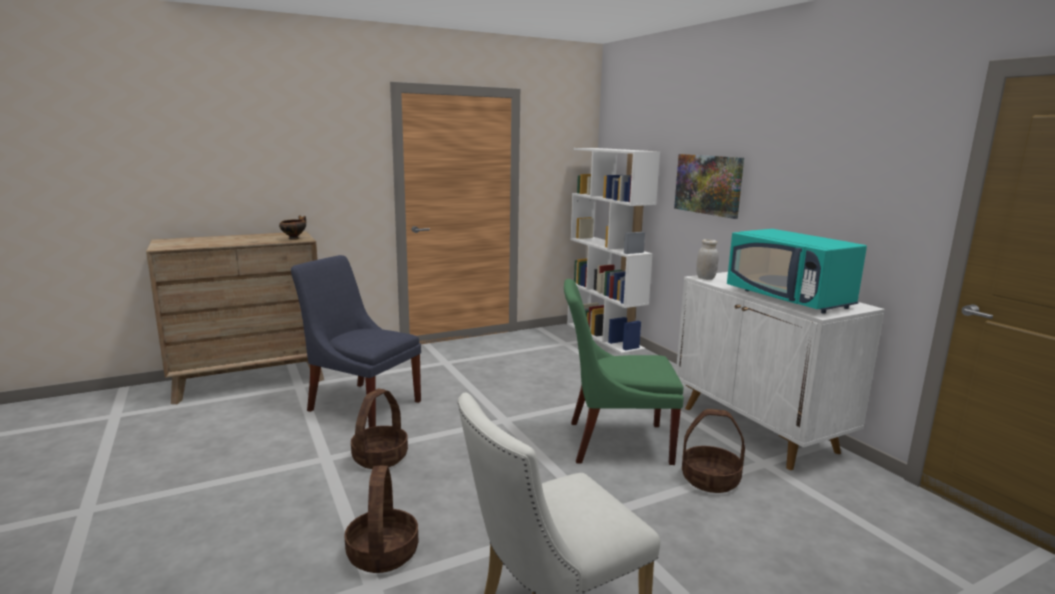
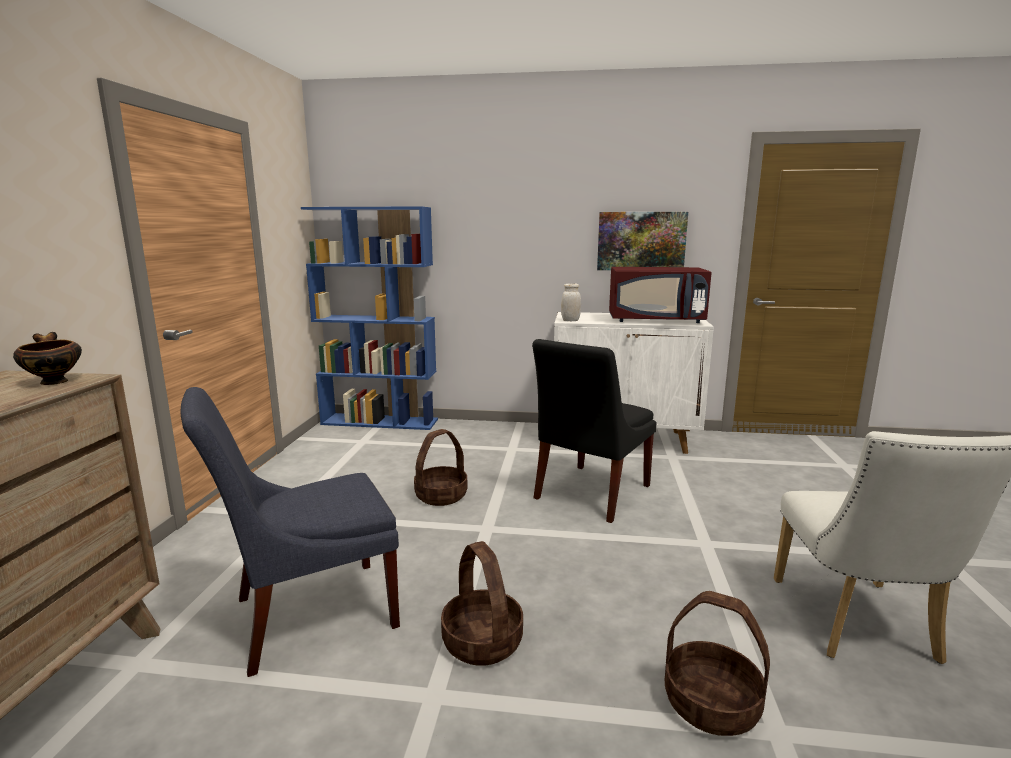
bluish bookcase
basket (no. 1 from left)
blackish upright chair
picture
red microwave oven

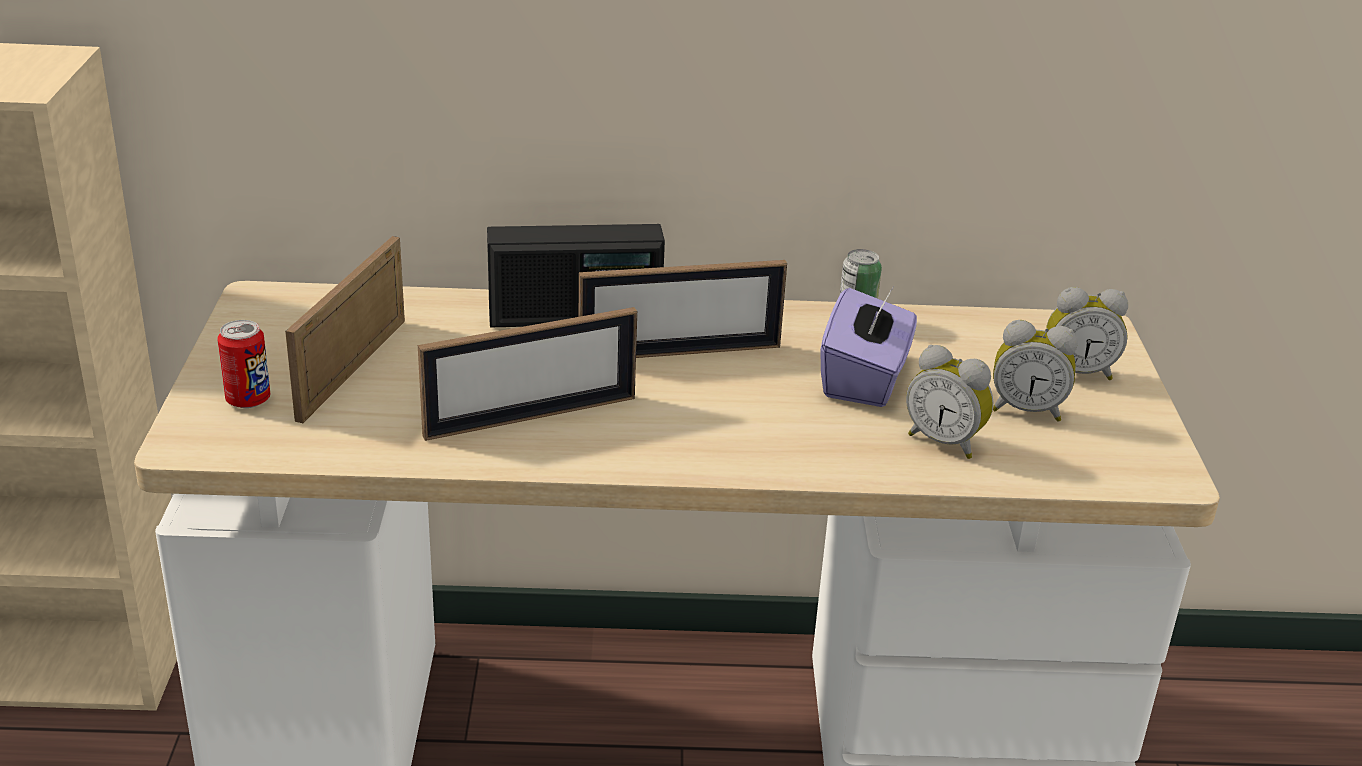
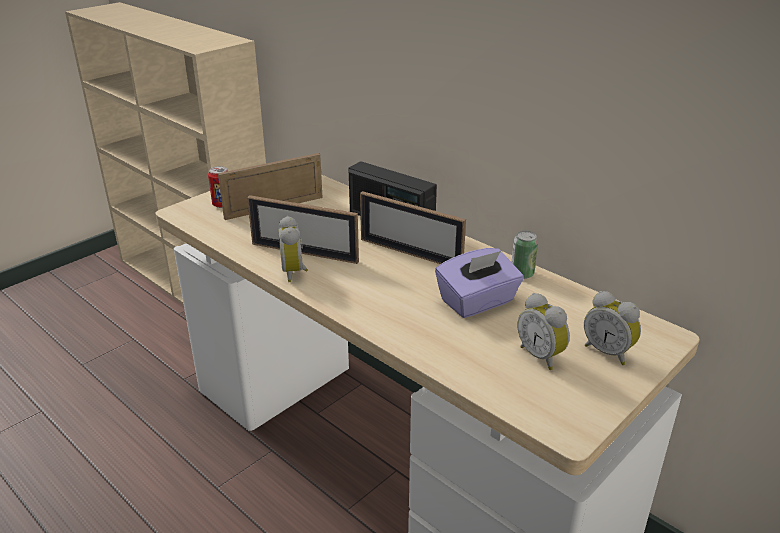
table clock (no. 1 from left)

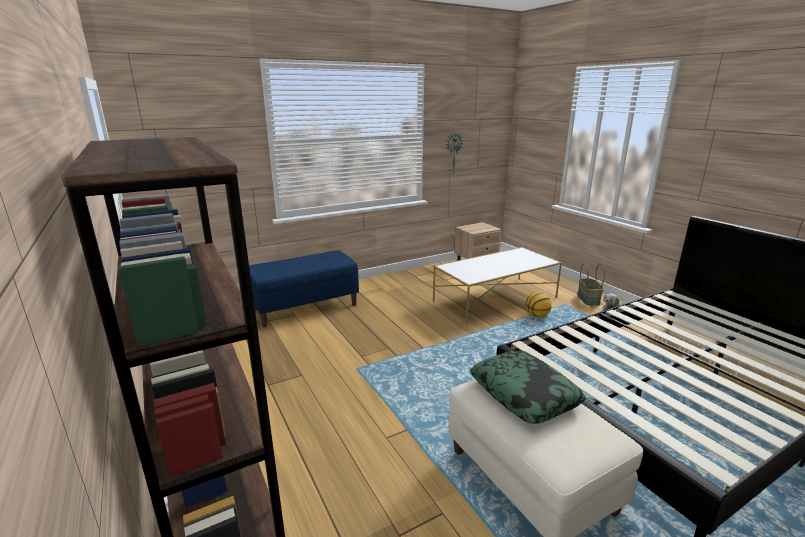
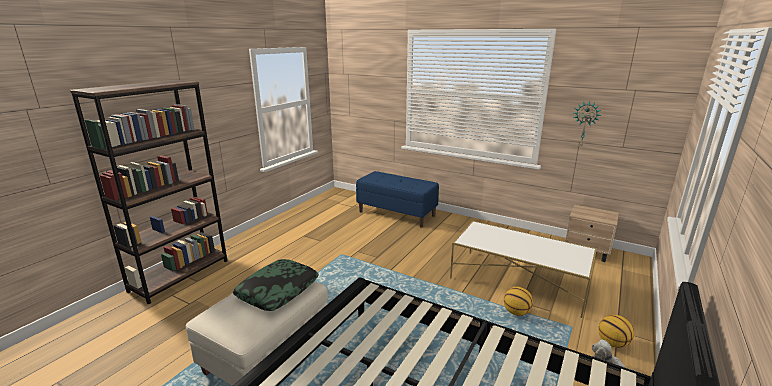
basketball ball (no. 2 from left)

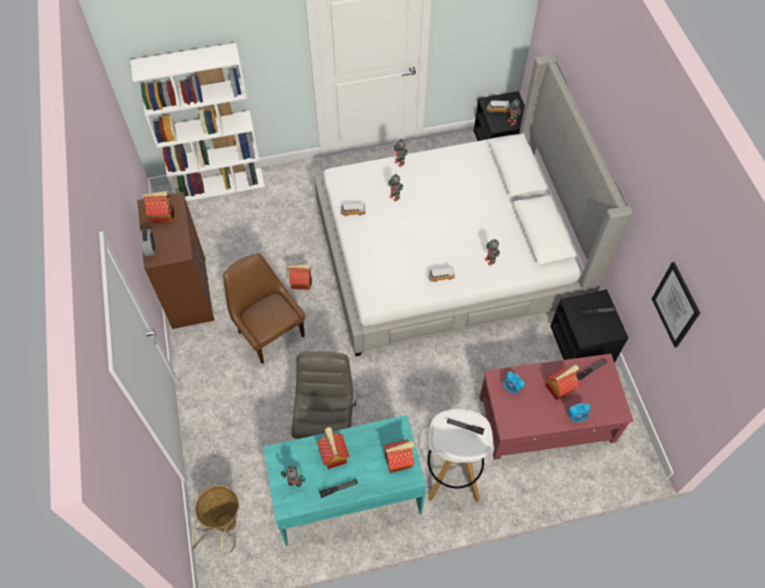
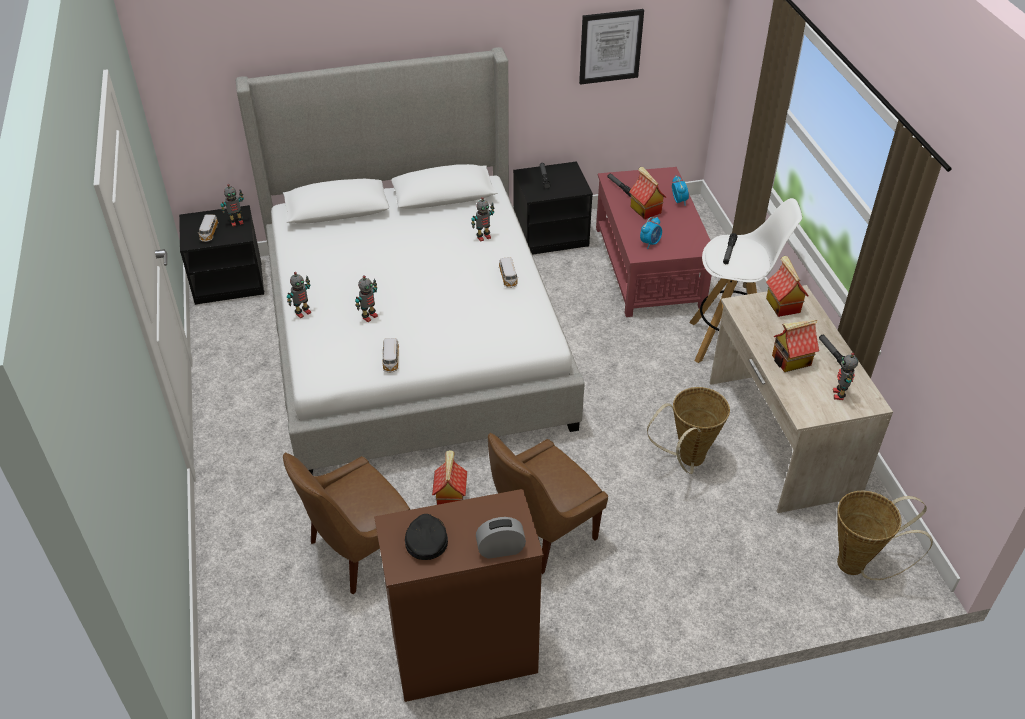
brown upright chair (no. 1 from left)
blackish peaked cap
basket (no. 1 from left)
beige desk table
whitish bookcase

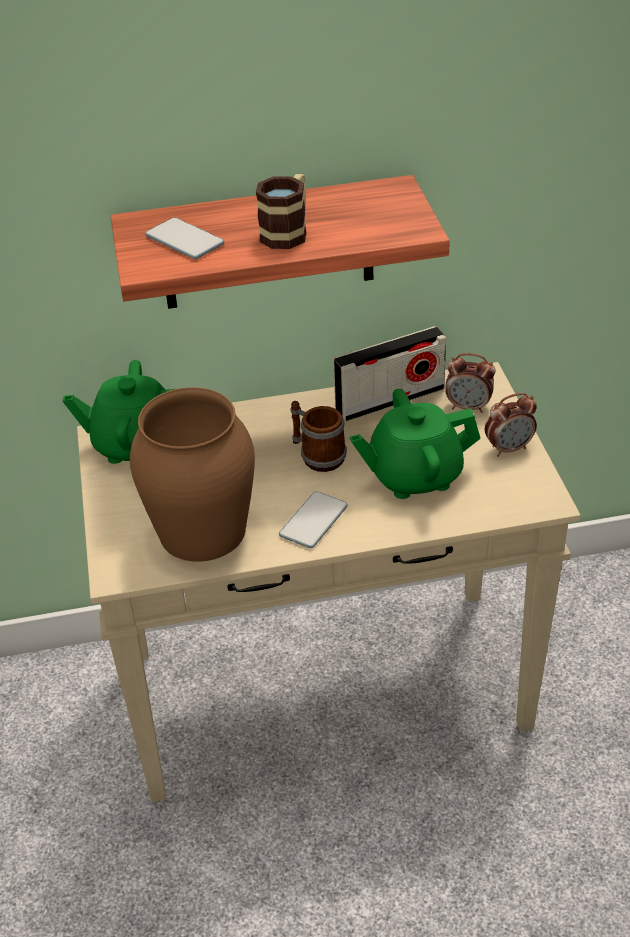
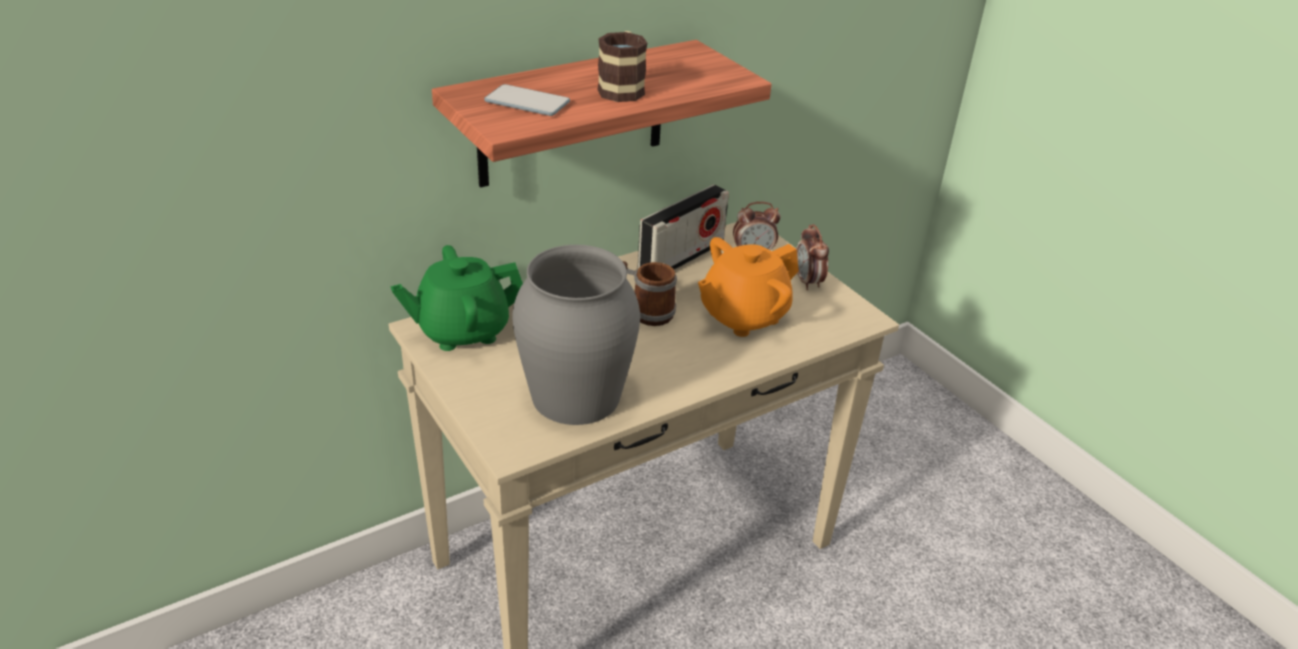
gray flower vase
orangey teapot
table clock (no. 2 from left)
phone (no. 2 from left in the first image)

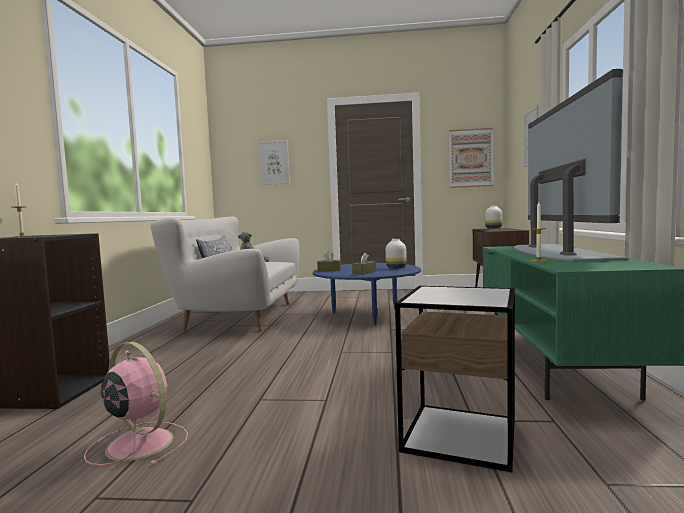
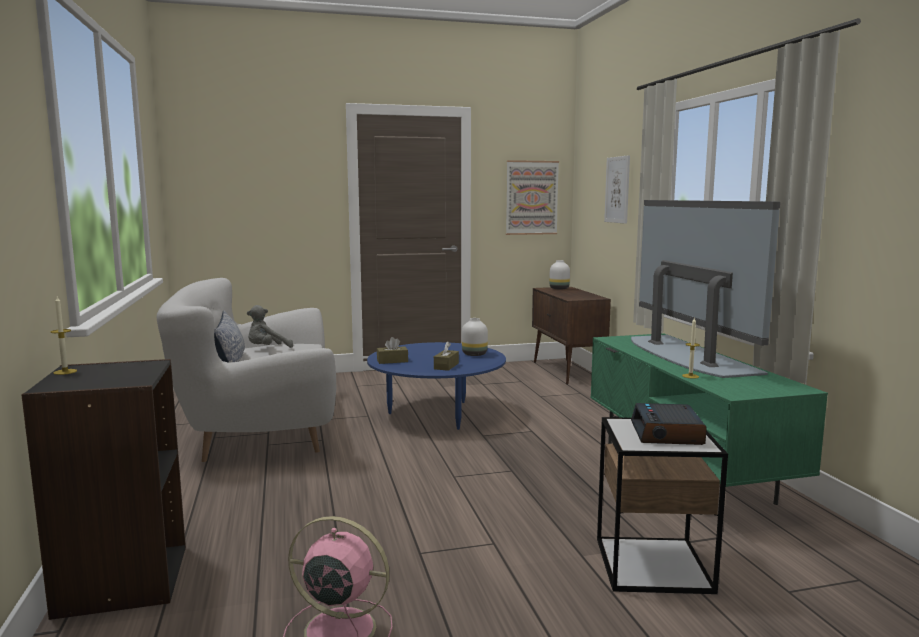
table clock
picture (no. 1 from left in the first image)

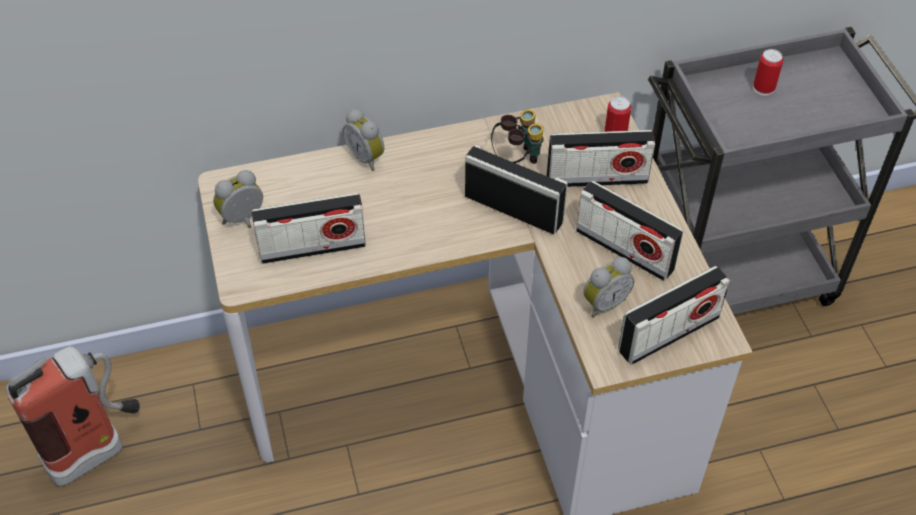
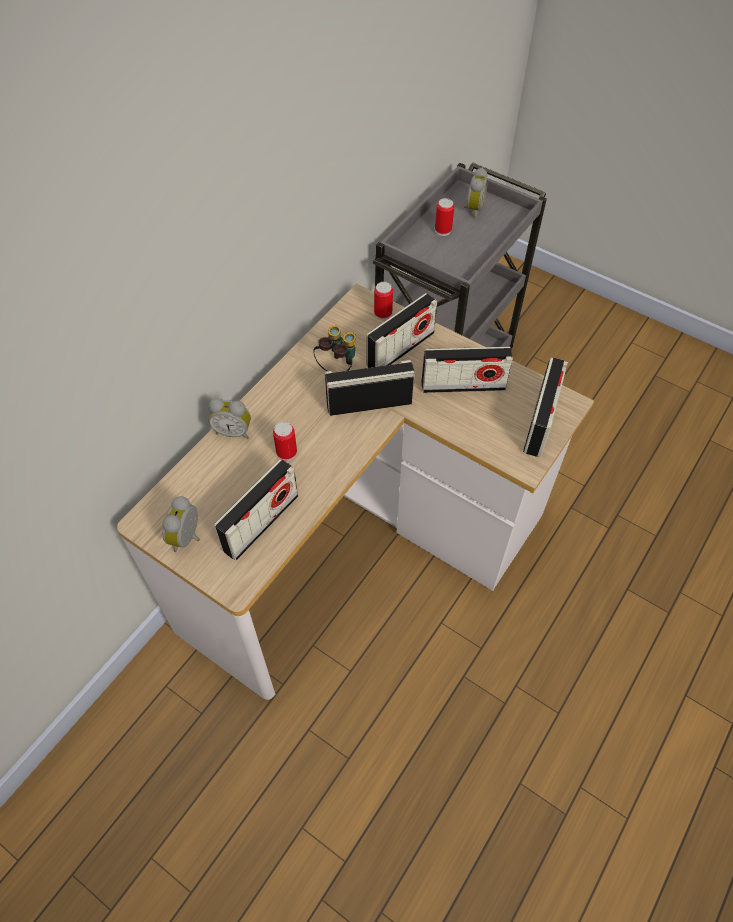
sealed can (no. 1 from left)
table clock (no. 3 from left)
fire-fighting cylinder

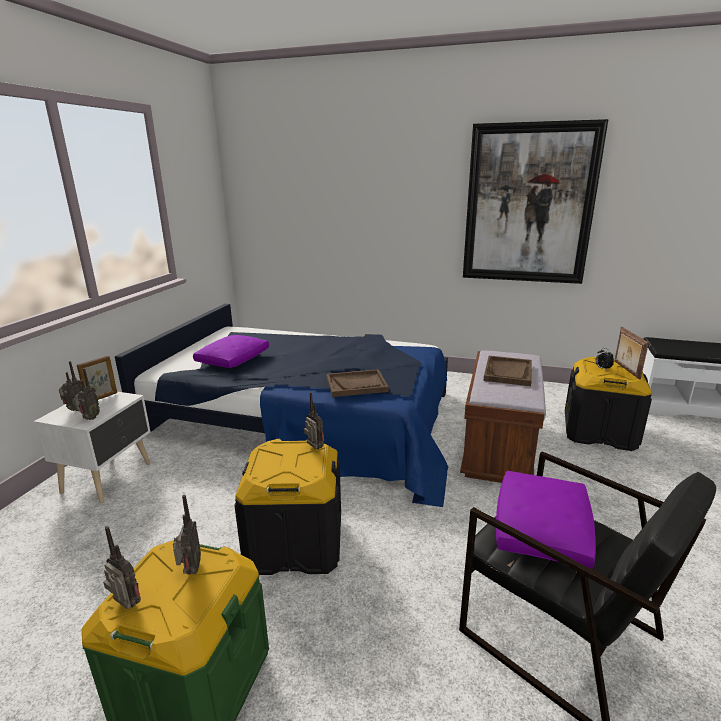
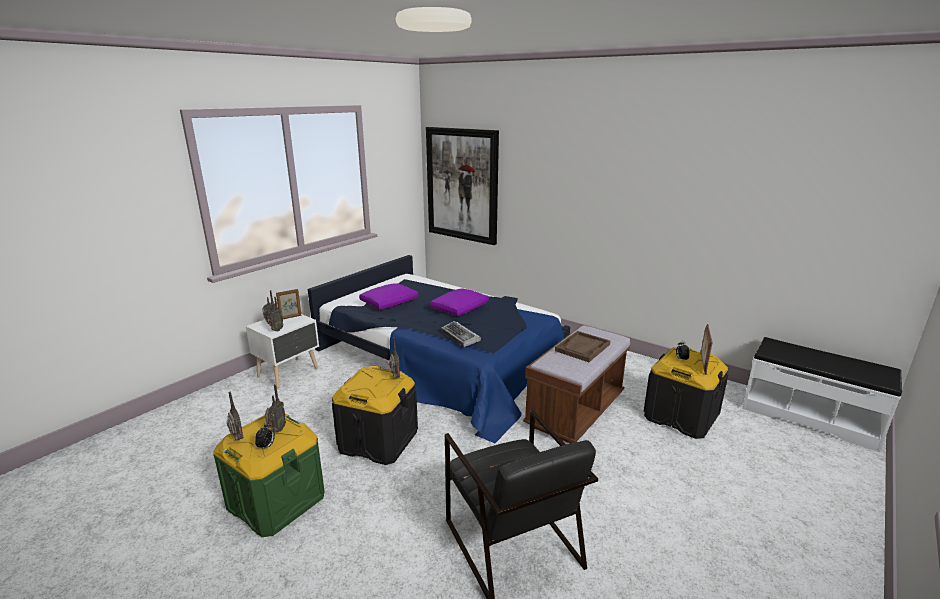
table clock (no. 1 from left)
picture
purple cushion (no. 2 from left)
computer keyboard

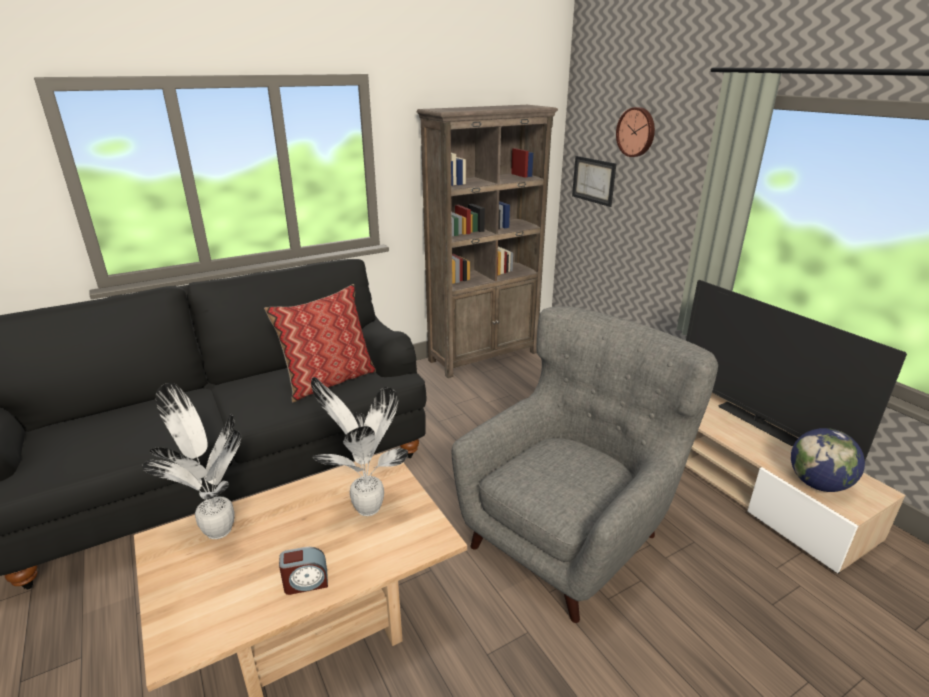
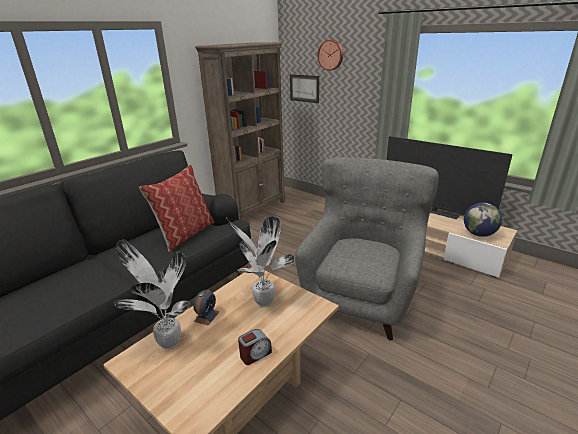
table clock (no. 1 from left)

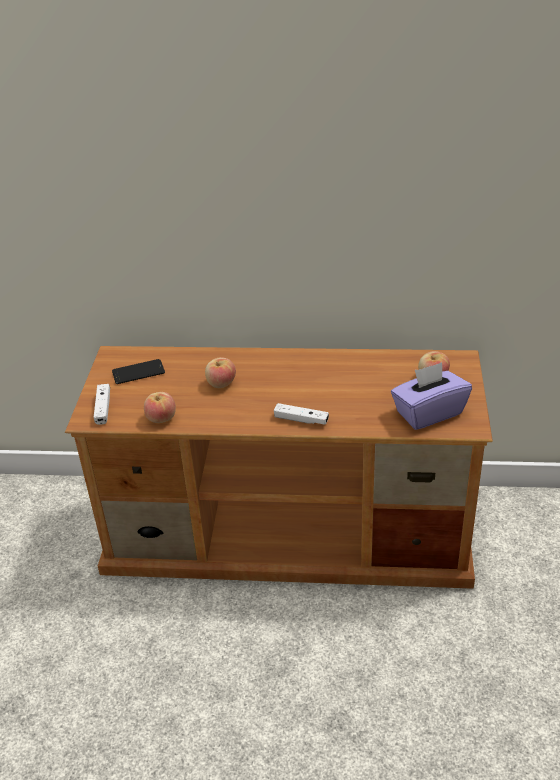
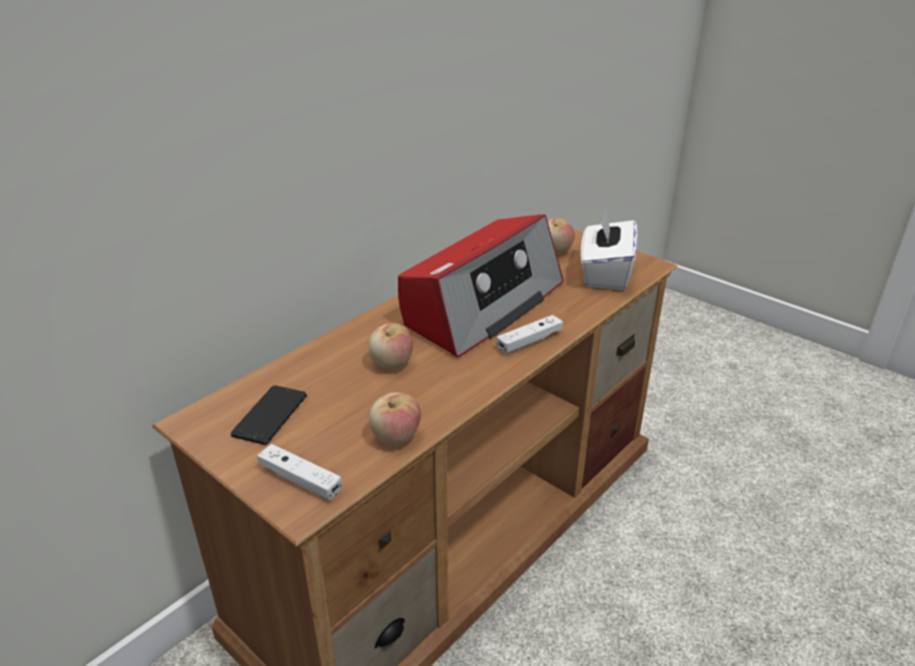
radio set
whitish tissue holder

